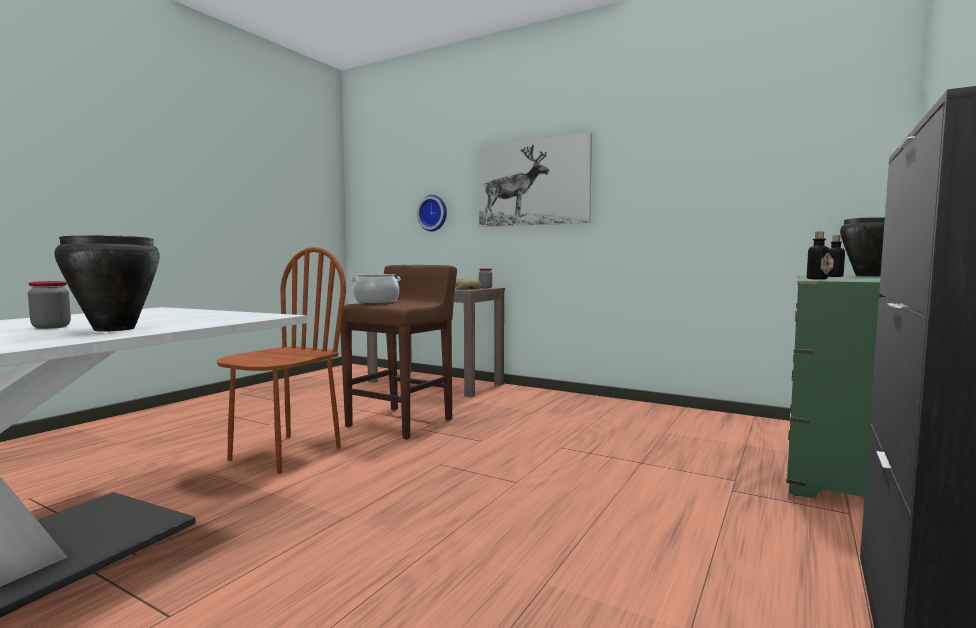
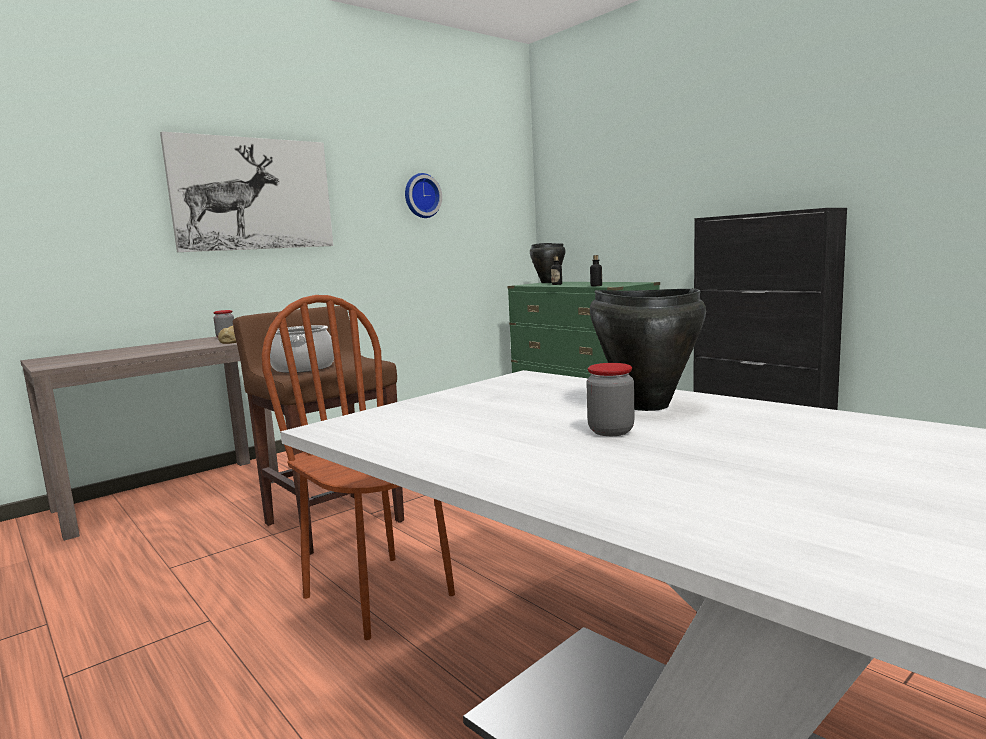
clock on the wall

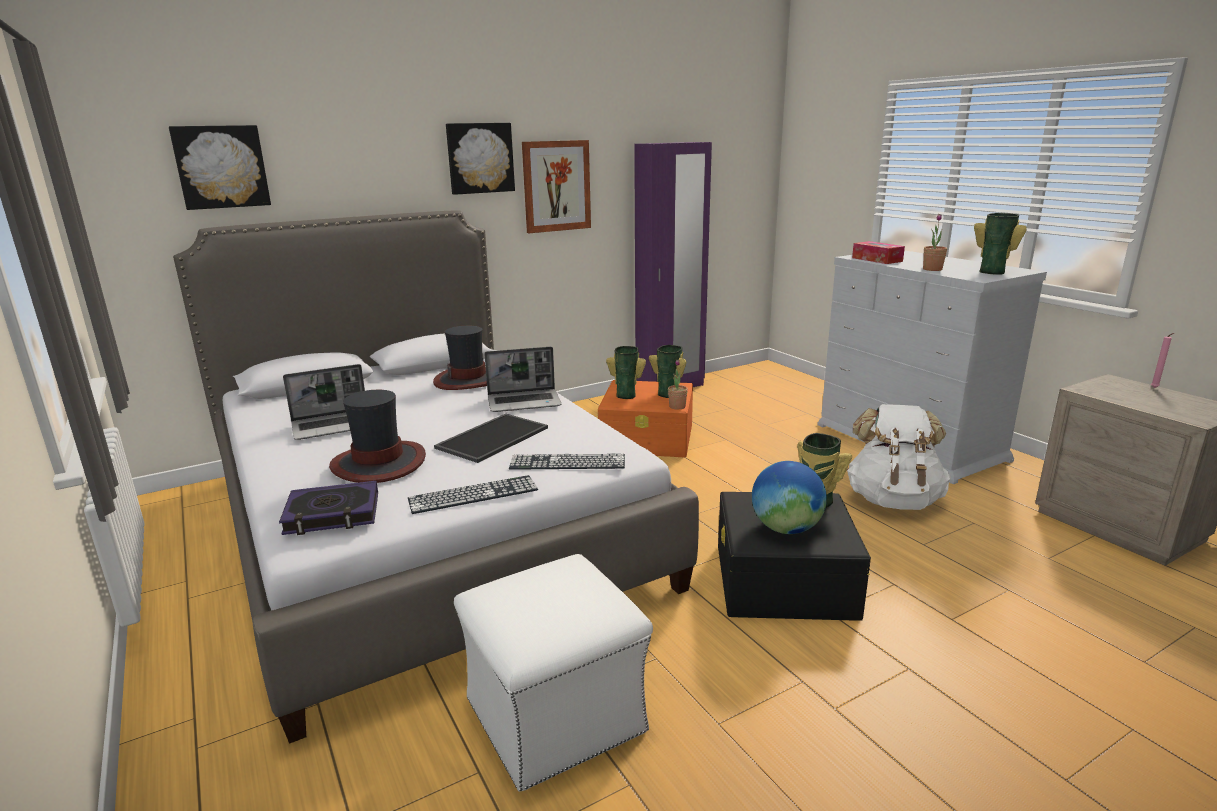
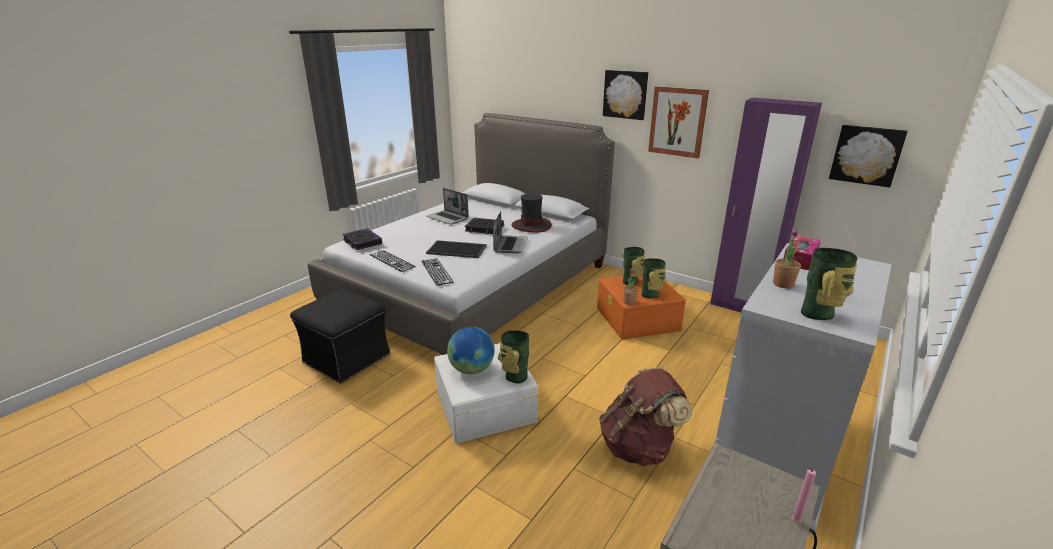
blackish pouffe
whitish storage container
volume (no. 2 from left)
notebook computer (no. 2 from left)
brown rucksack
picture (no. 3 from left)
hat (no. 1 from left in the first image)

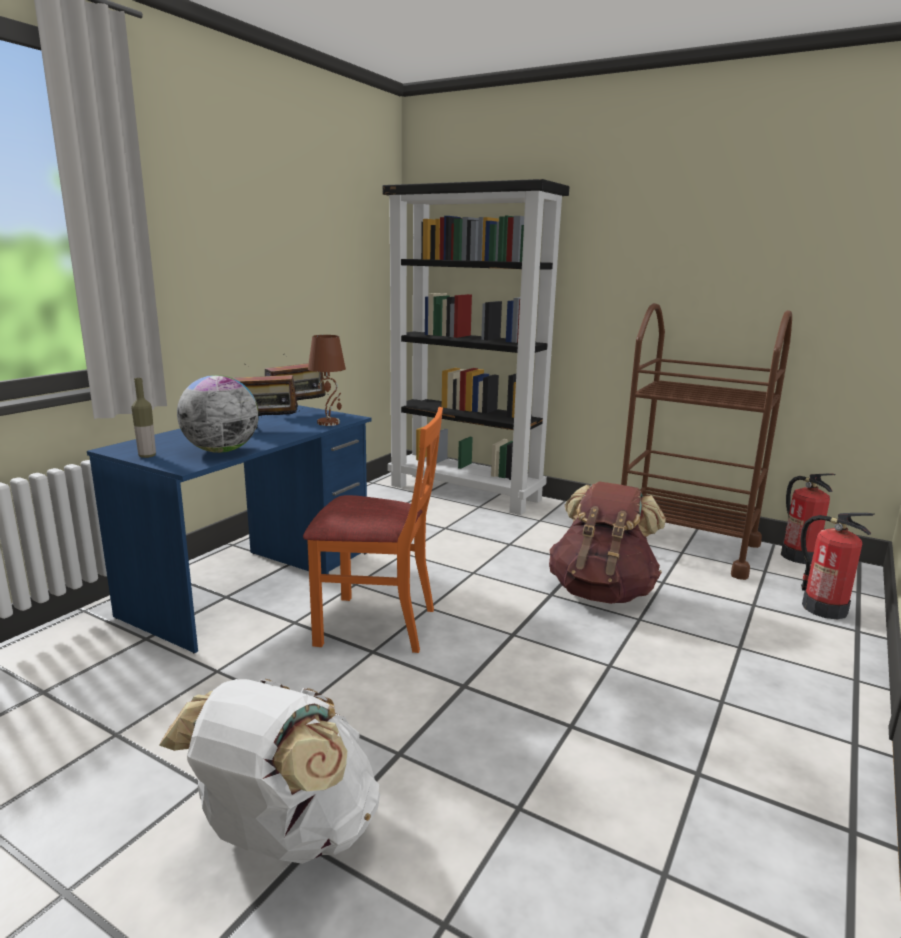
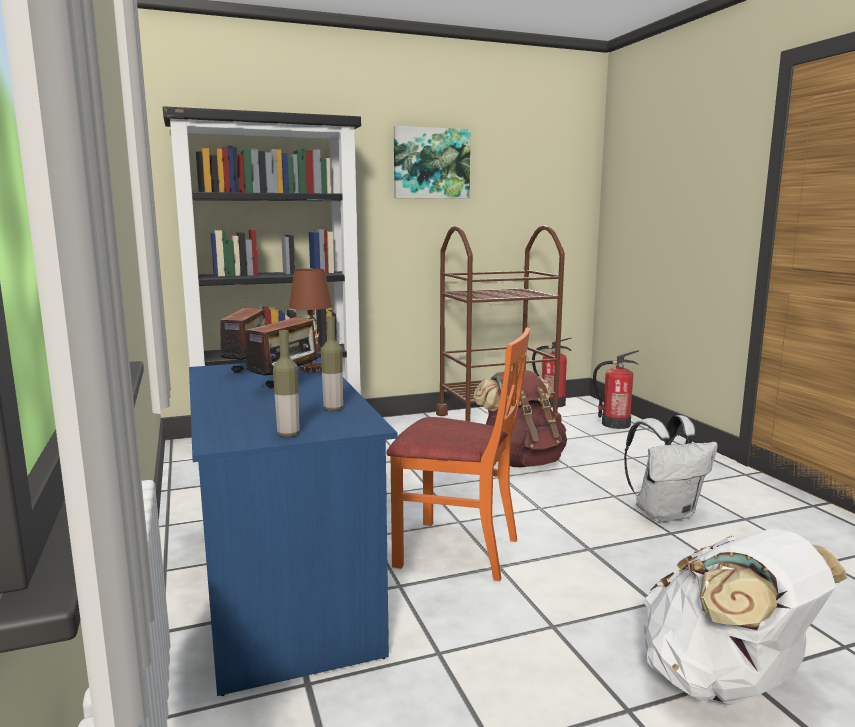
drink bottle (no. 2 from left)
orangey upright chair
picture
whitish rucksack (no. 1 from left)

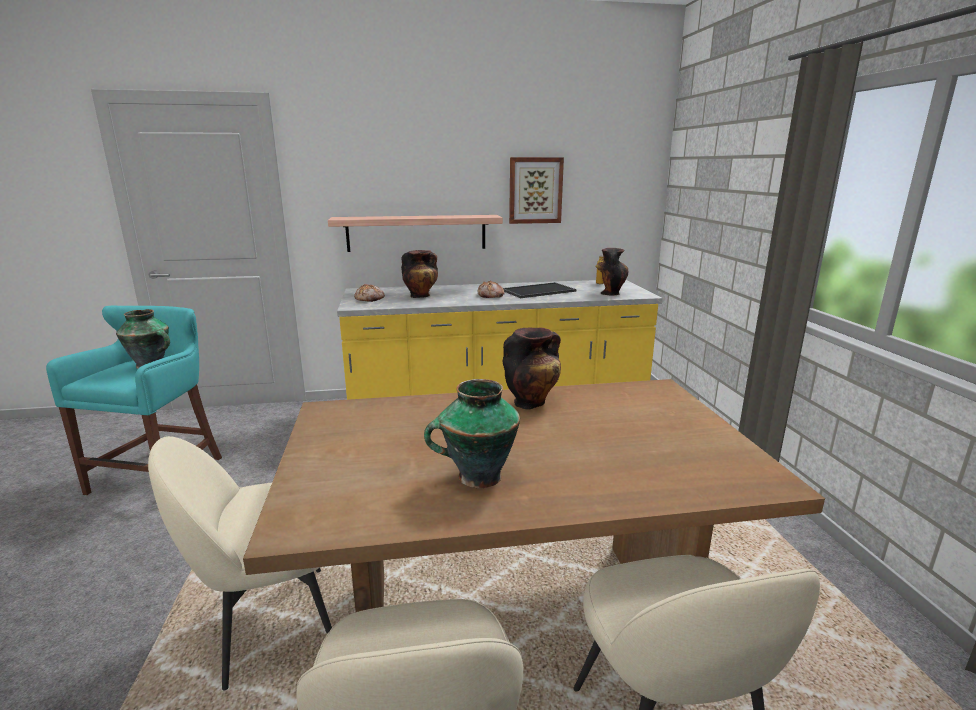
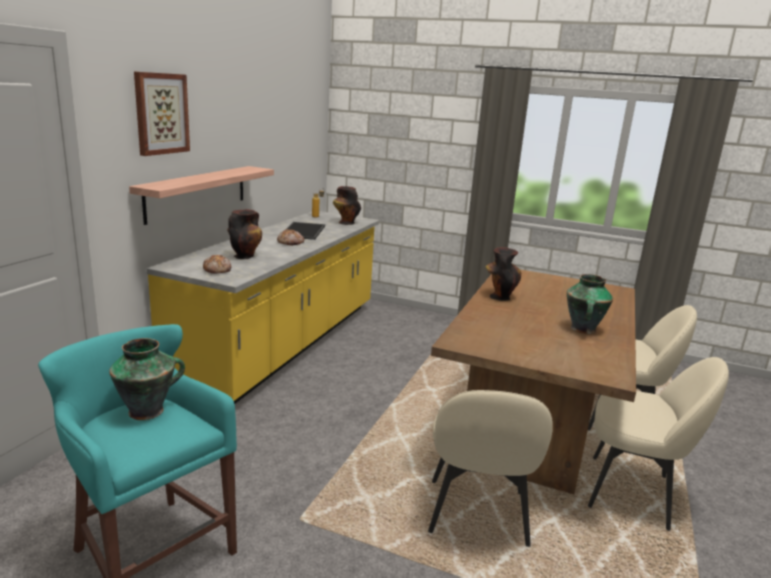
picture

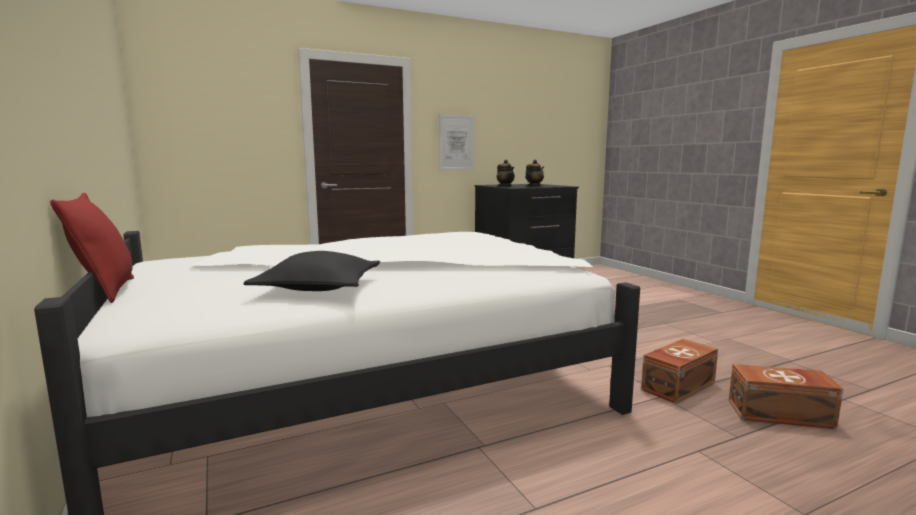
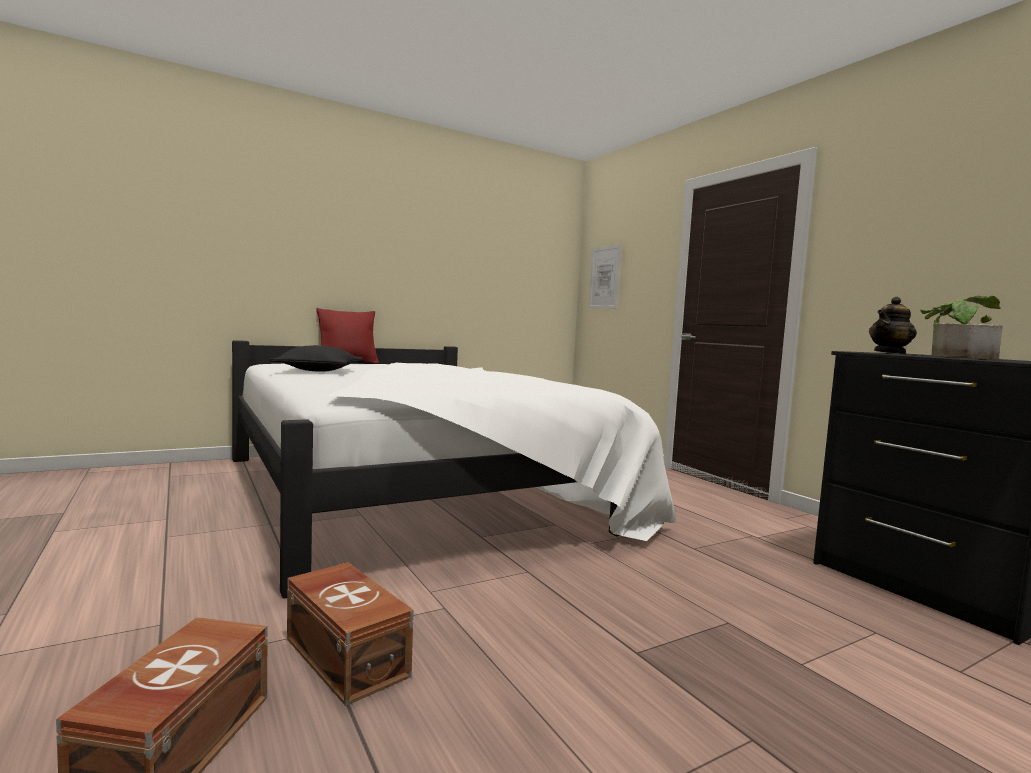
picture
houseplant

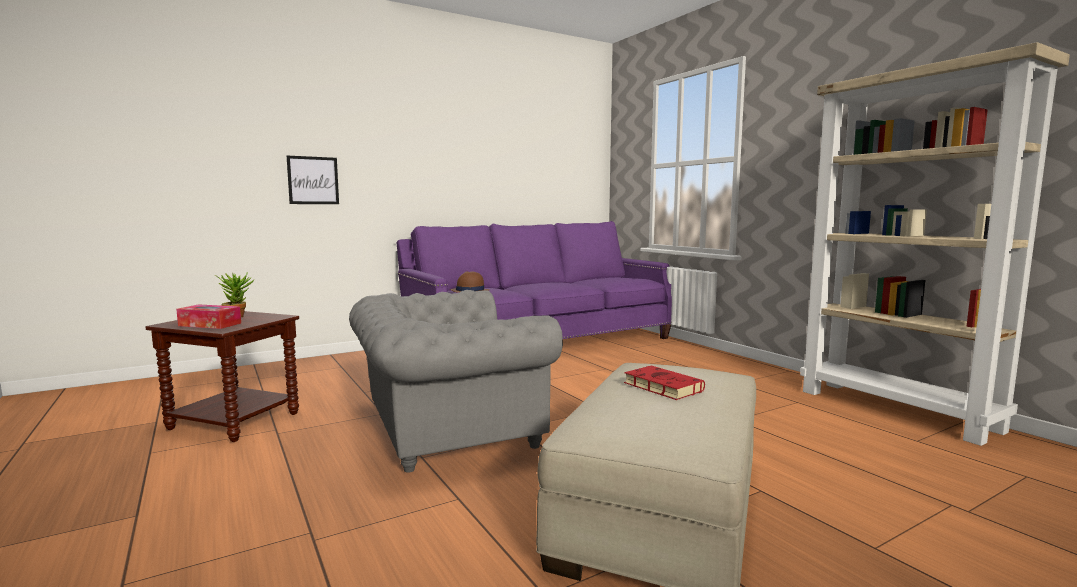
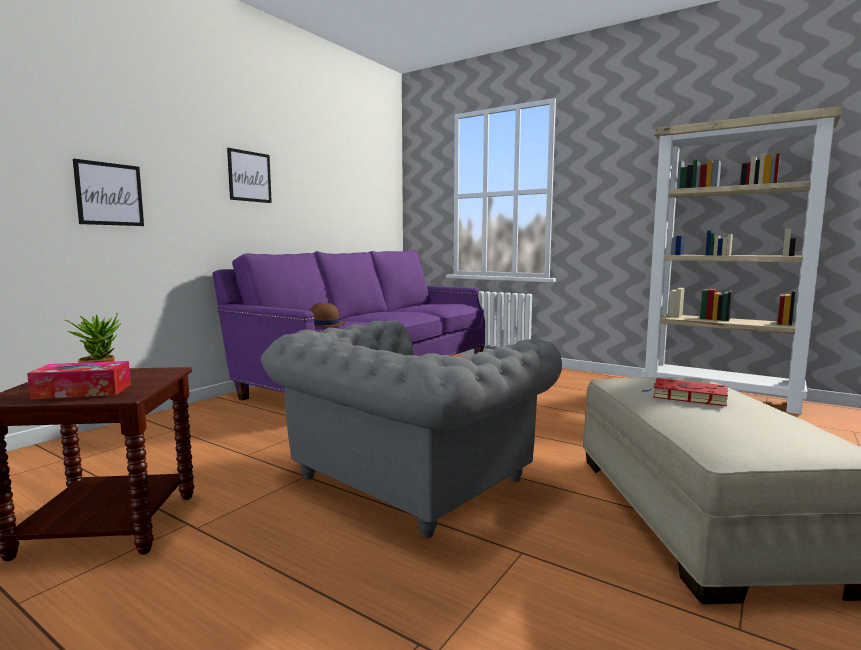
picture (no. 2 from left)

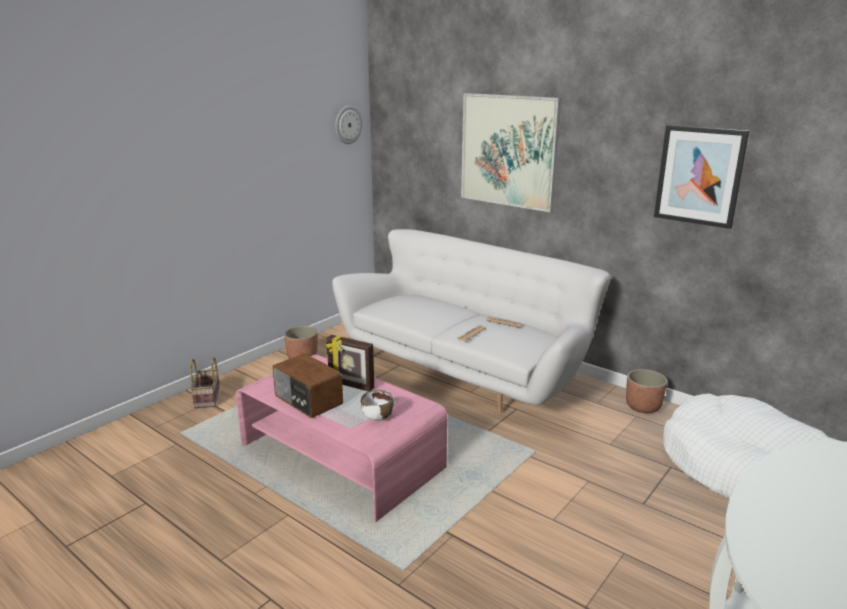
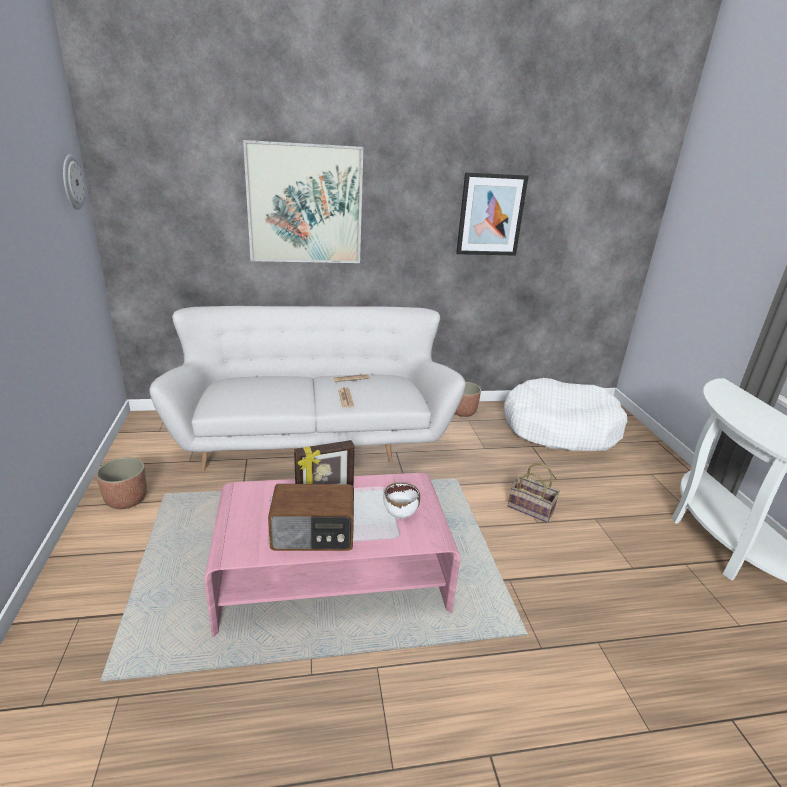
basket

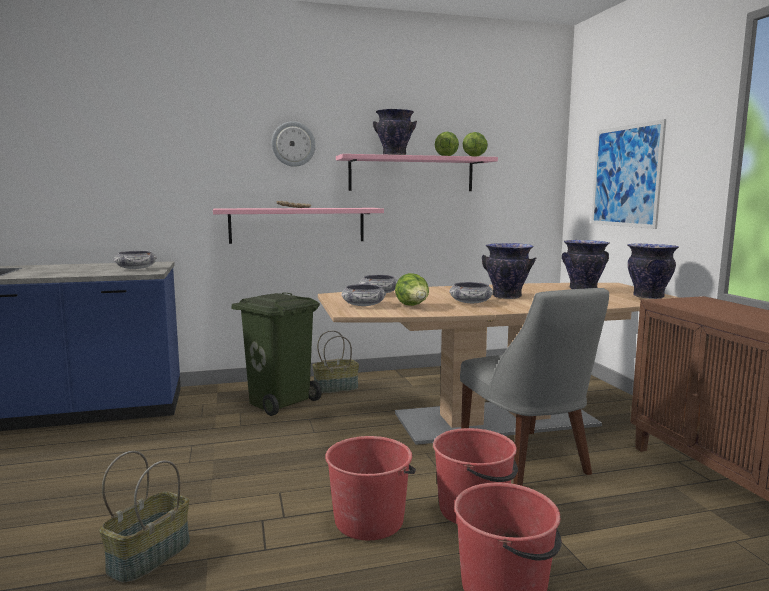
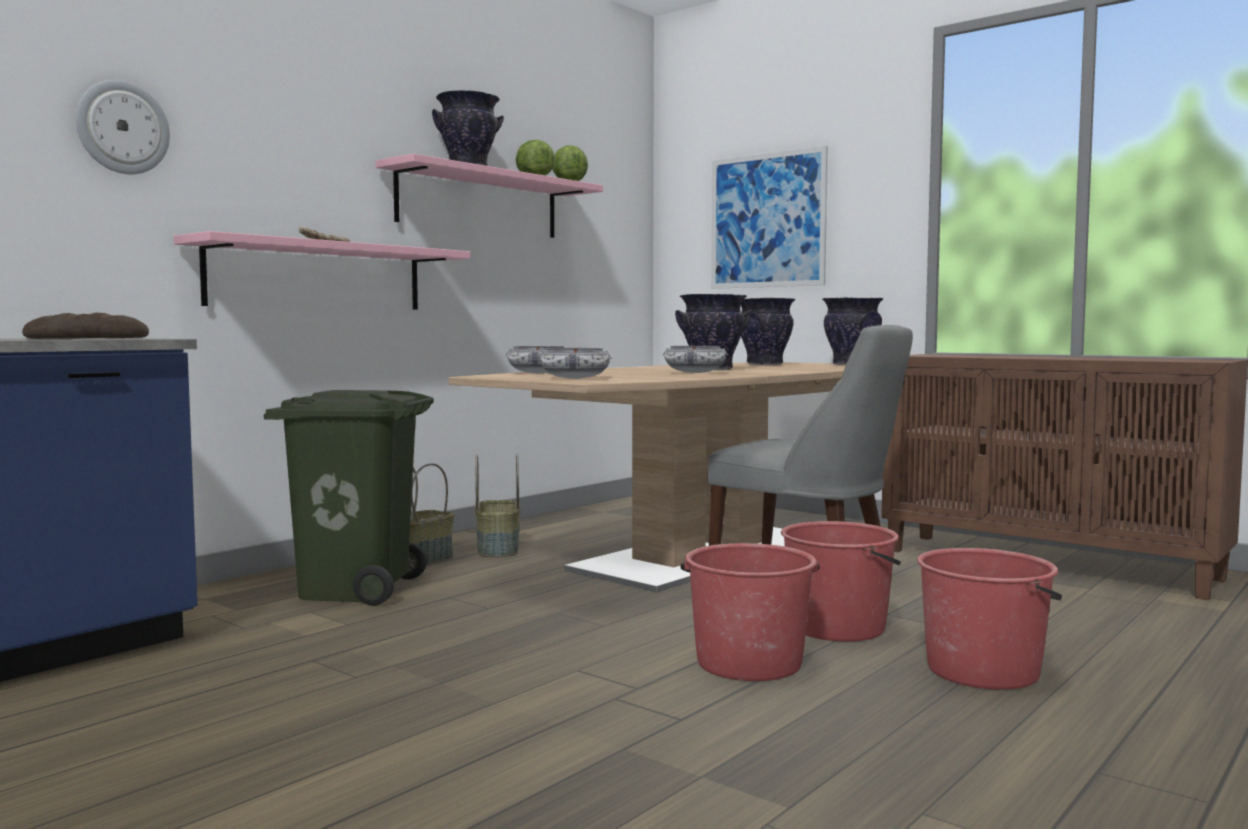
bakery bread (no. 1 from left)
clock on the wall
basket (no. 2 from left)
head of lettuce (no. 1 from left in the first image)

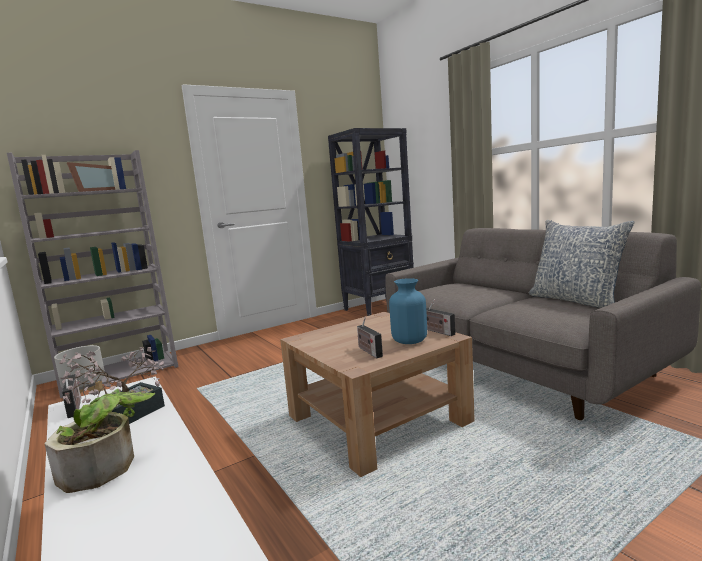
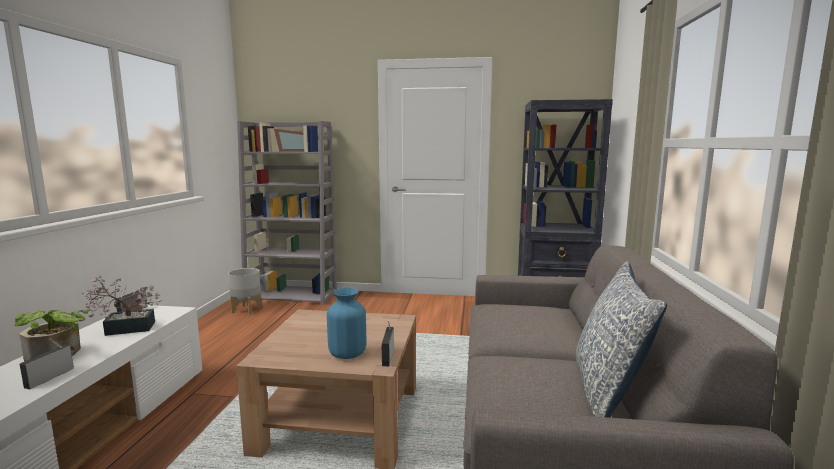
radio set (no. 1 from left)

